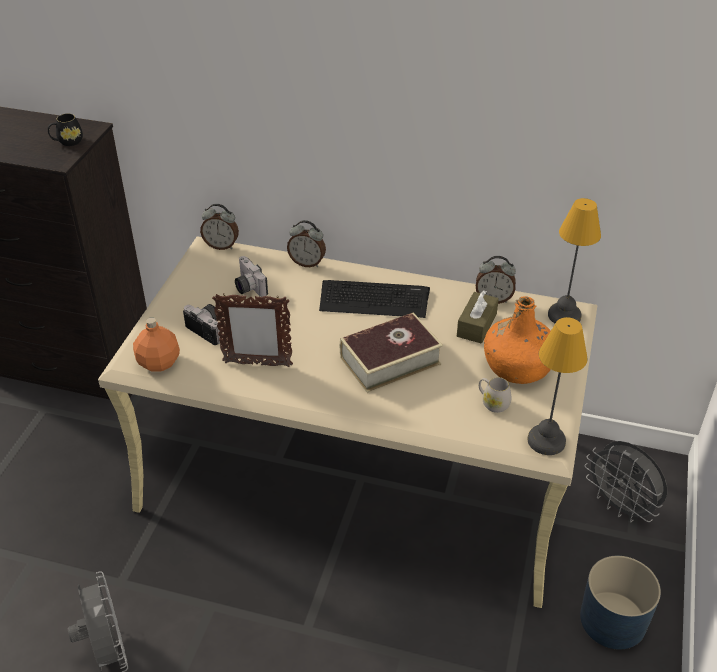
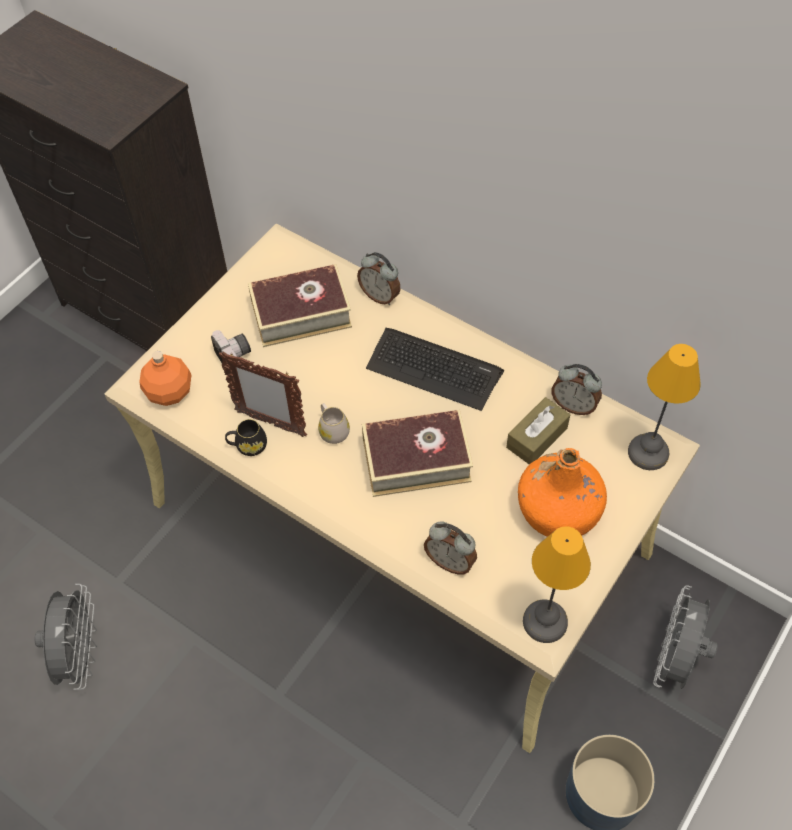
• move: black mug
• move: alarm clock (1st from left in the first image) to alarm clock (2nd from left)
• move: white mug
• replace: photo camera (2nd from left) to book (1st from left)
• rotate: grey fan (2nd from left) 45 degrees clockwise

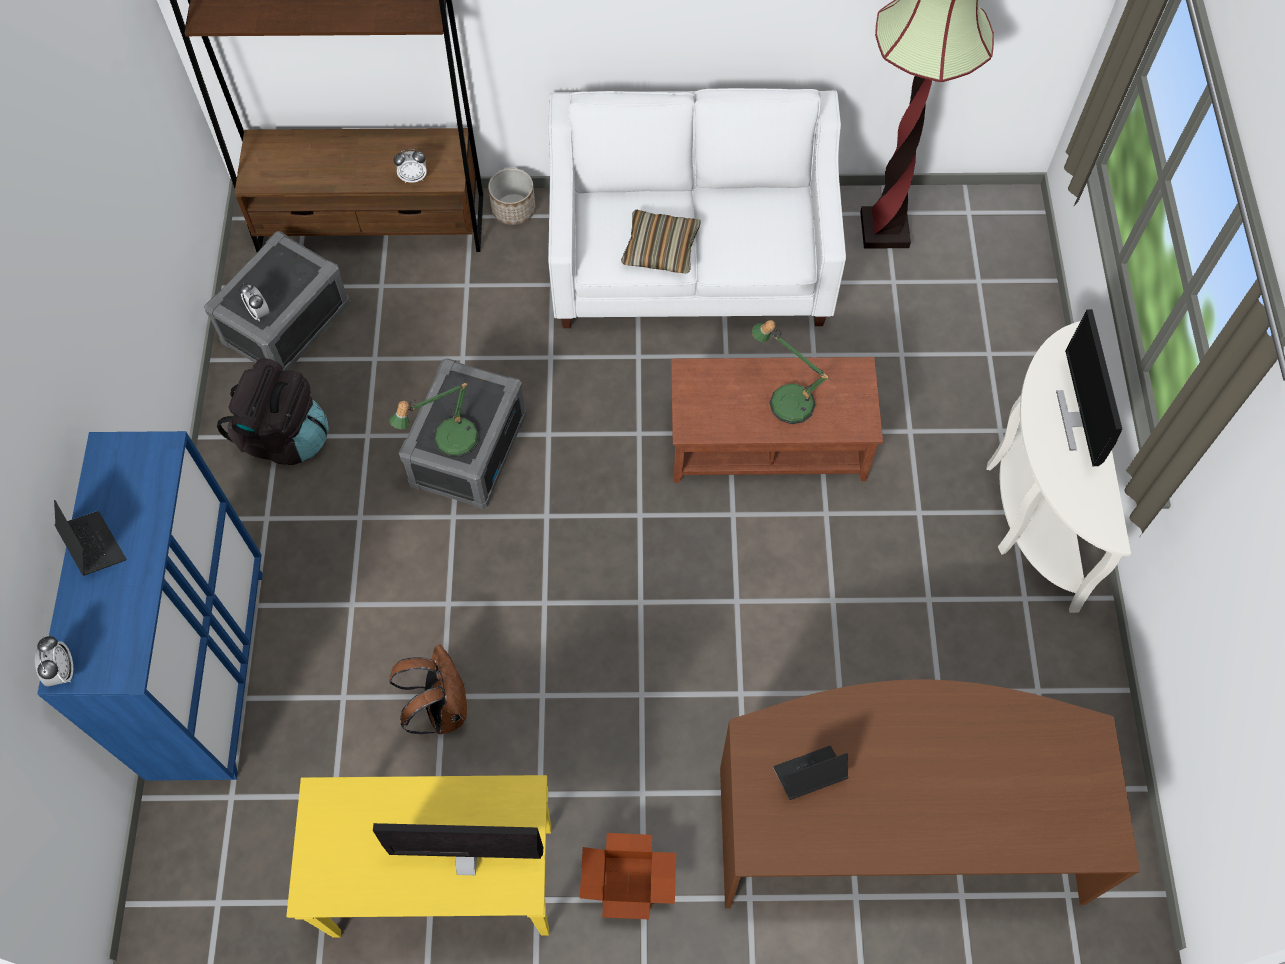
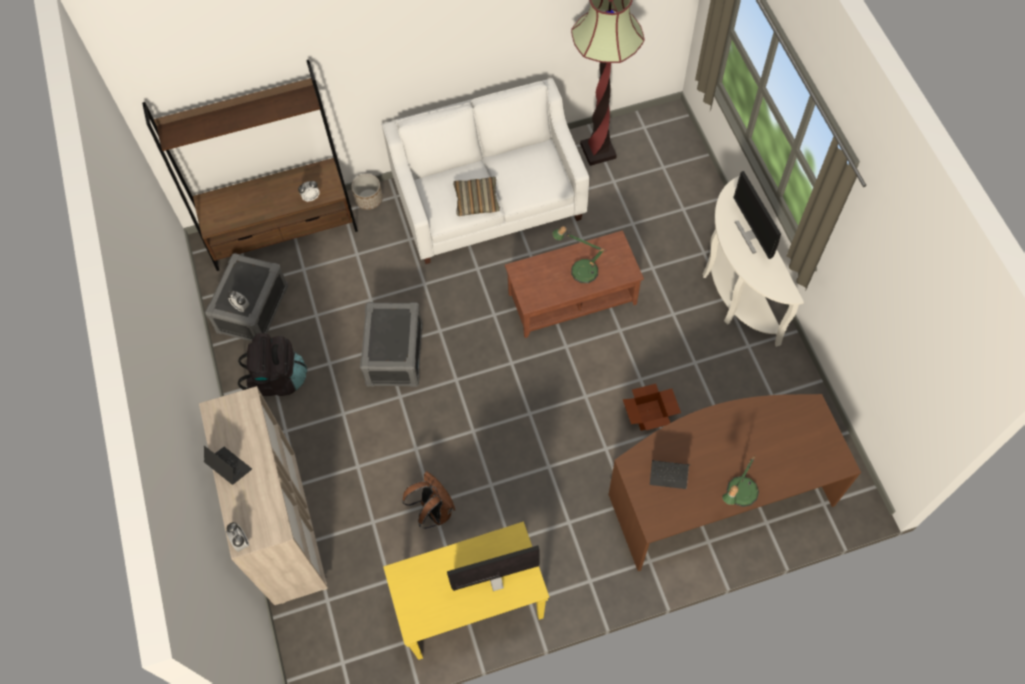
• move: table lamp (1st from left in the first image) to table lamp (2nd from left)
• move: cardboard box
• recolor: blue cabinet to beige cabinet
• rotate: laptop (2nd from left) 135 degrees counterclockwise

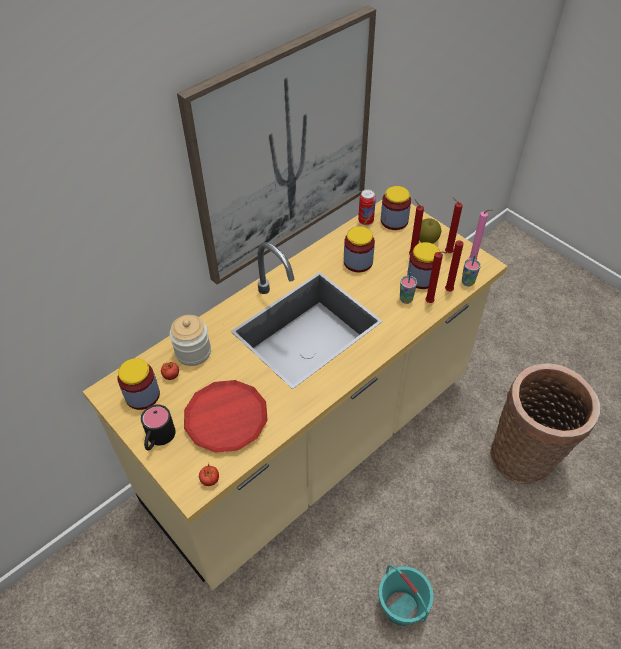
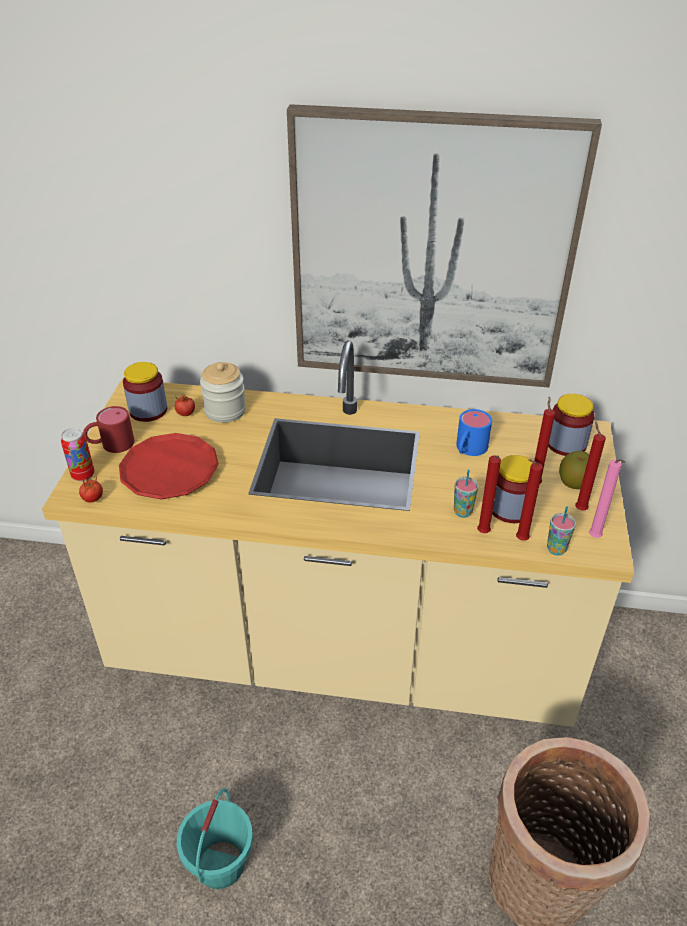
• move: can
• replace: jar (3rd from left) to blue mug
• recolor: black mug to red mug

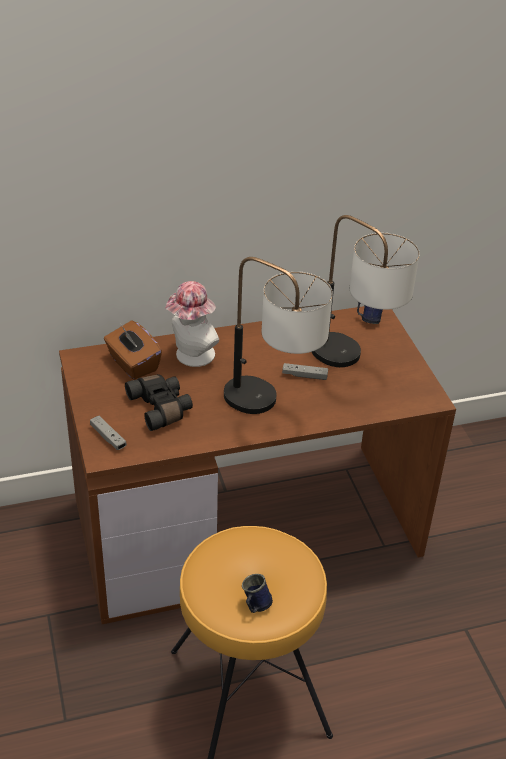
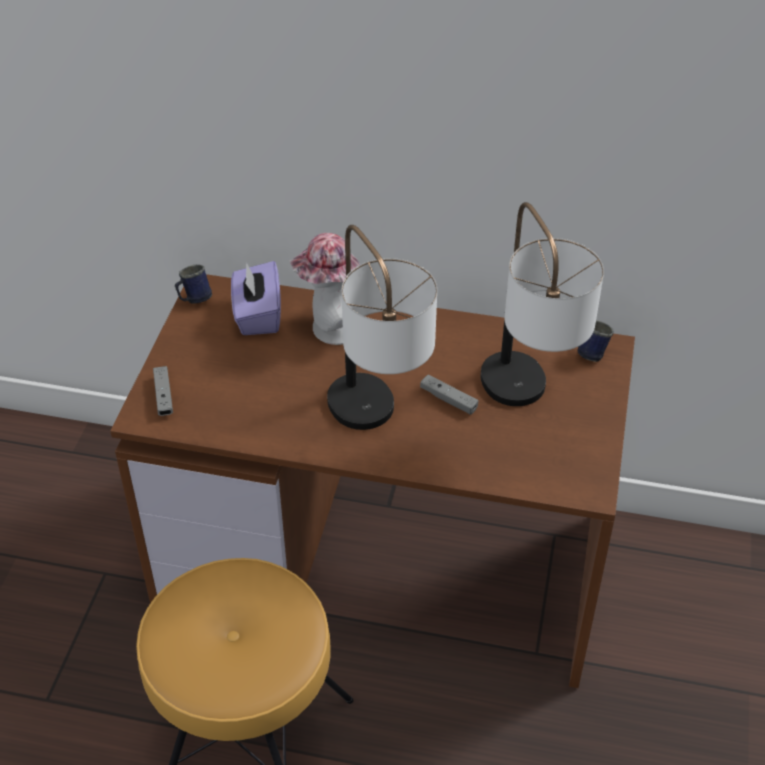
• delete: black binoculars
• move: blue mug (1st from left)
• recolor: brown tissue box to purple tissue box

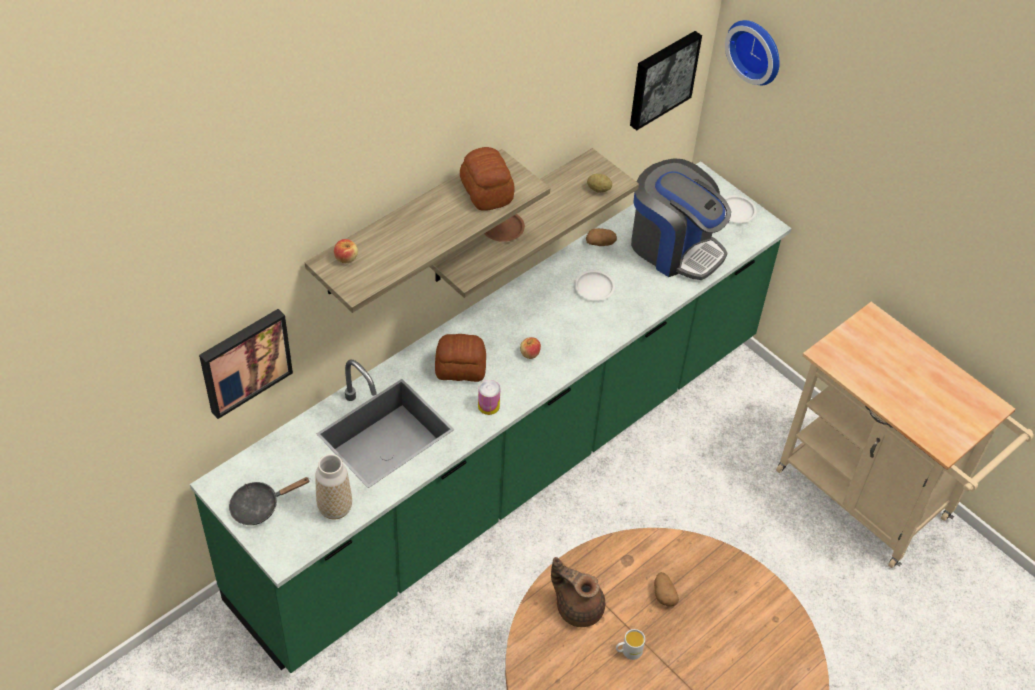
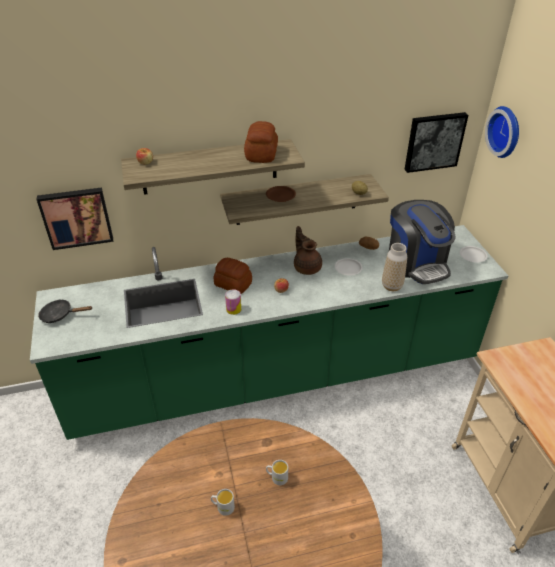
• move: vase
• move: brown teapot
• replace: potato (3rd from left) to white mug (2nd from left)

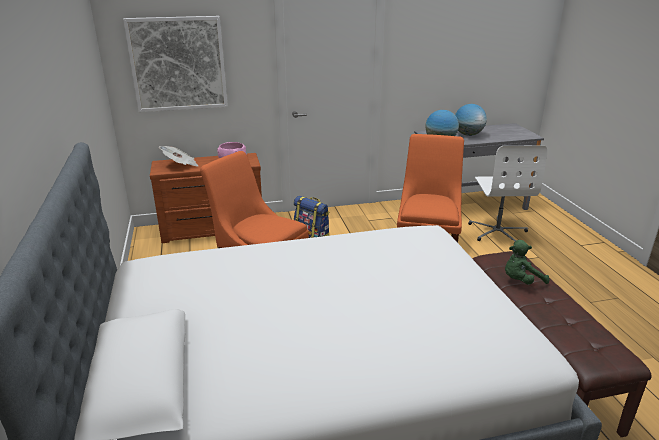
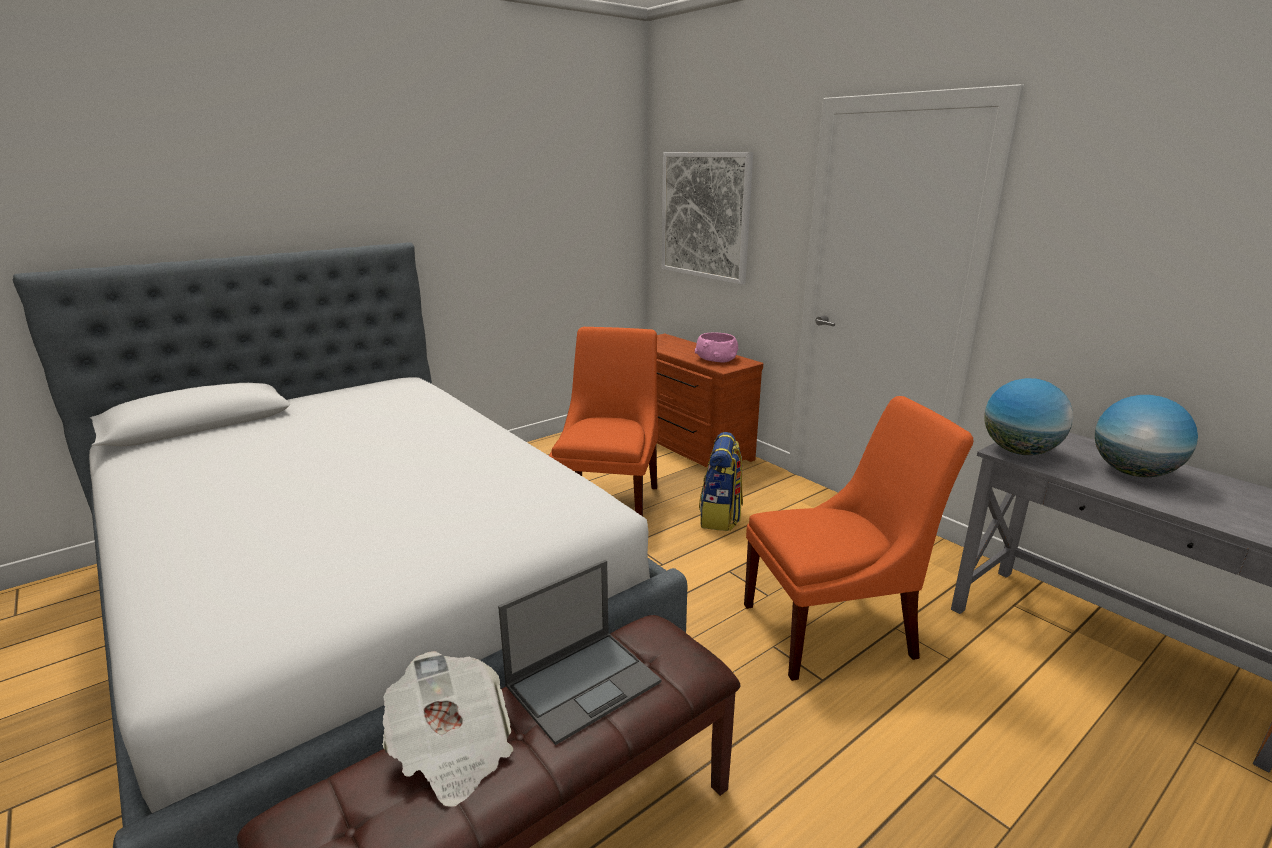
• delete: white office chair
• move: newspaper
• replace: green plush toy to laptop

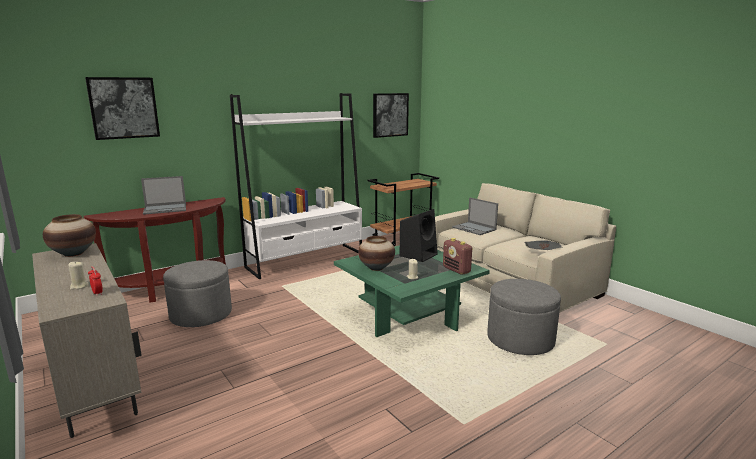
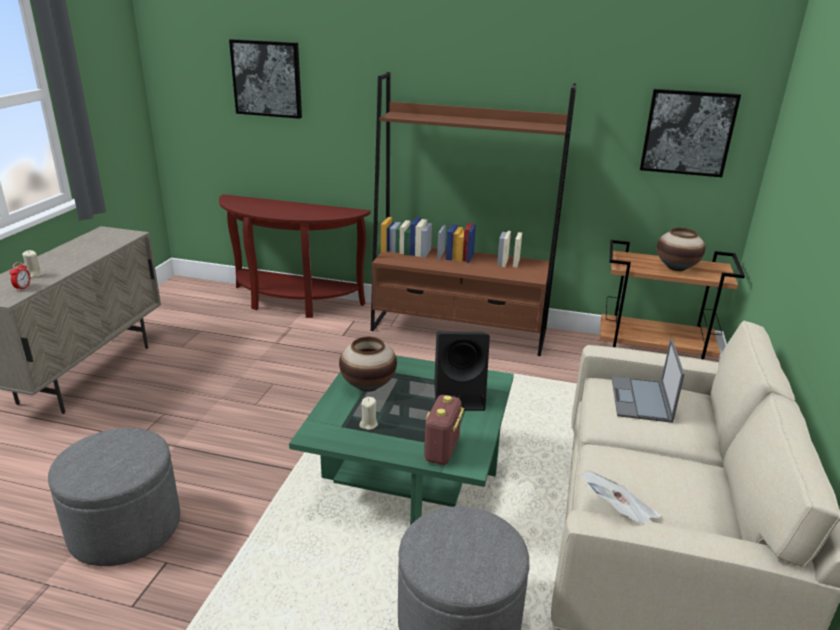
• delete: laptop (1st from left)
• move: vase (1st from left in the first image) to vase (2nd from left)
• move: grey ottoman (1st from left)
• recolor: white bookcase to brown bookcase

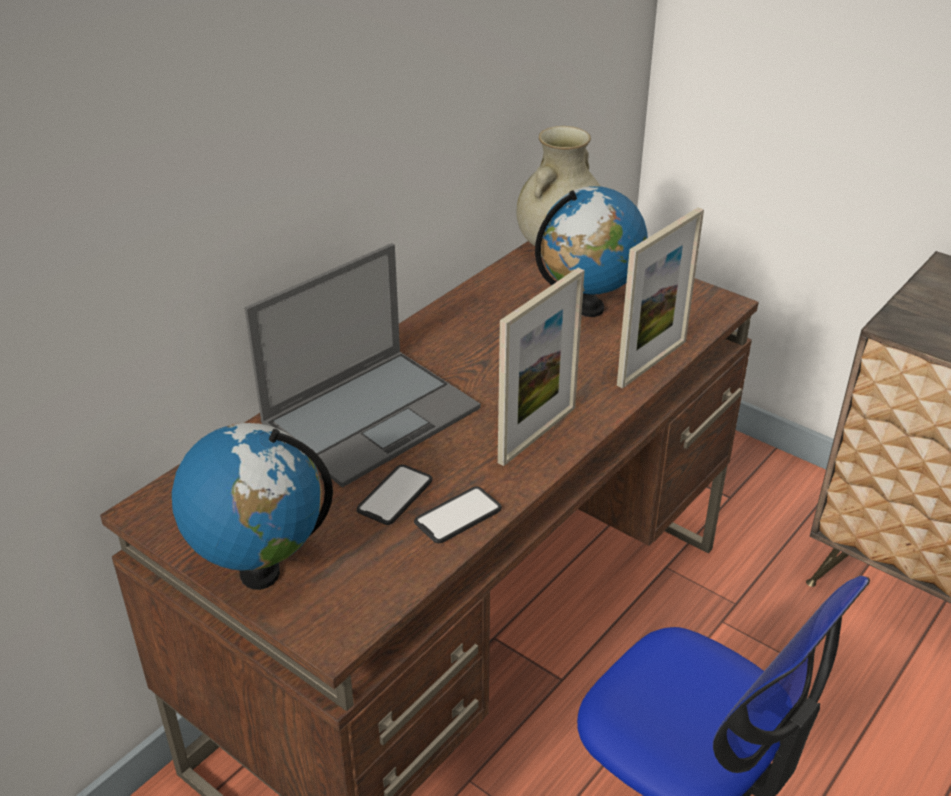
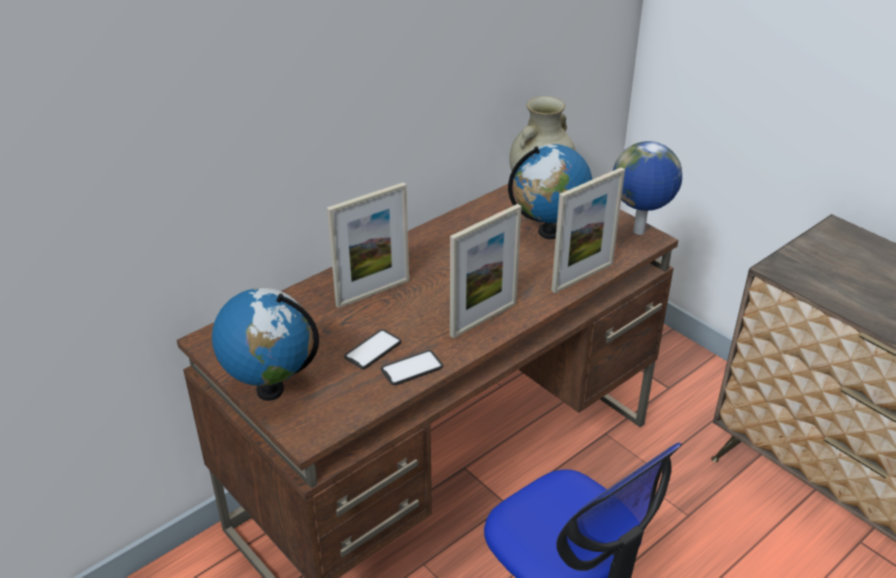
• insert: globe (3rd from left)
• replace: laptop to picture frame (1st from left)

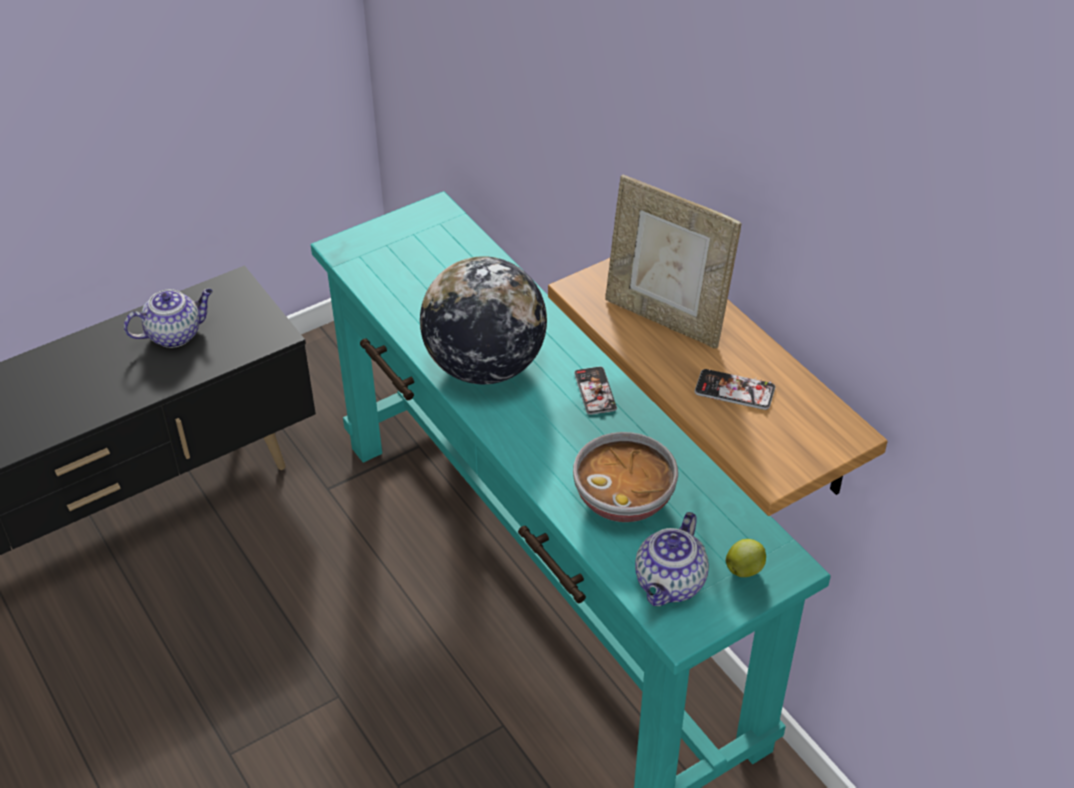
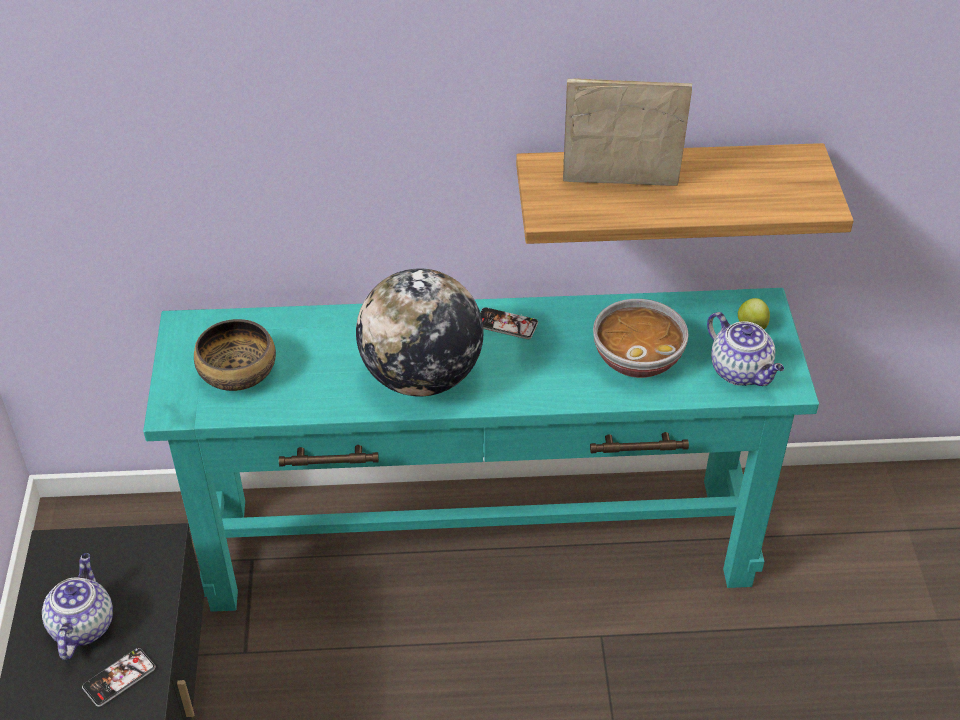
• insert: bowl (1st from left)
• move: phone (2nd from left in the first image) to phone (1st from left)
• rotate: picture frame 150 degrees counterclockwise

